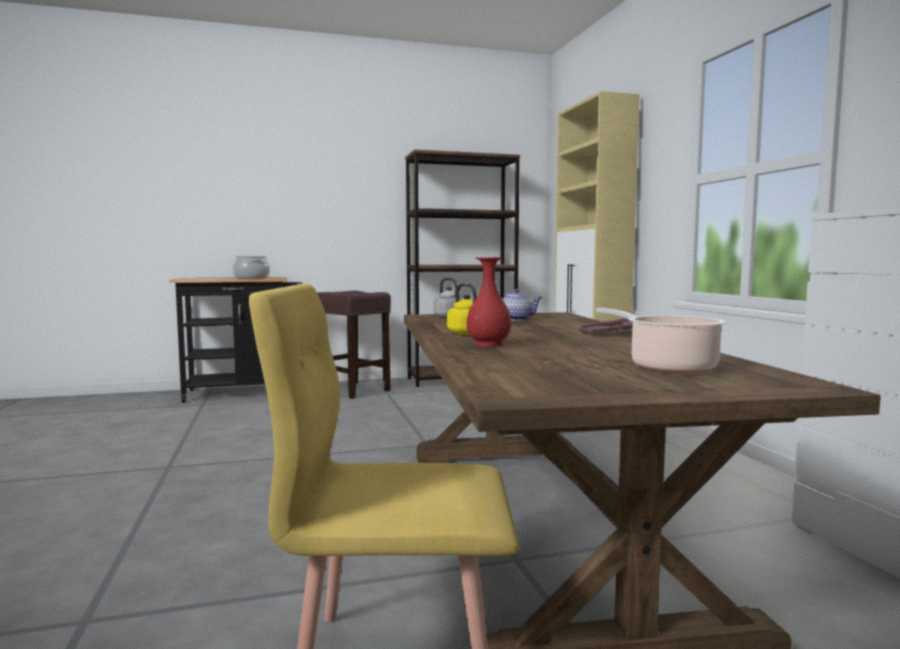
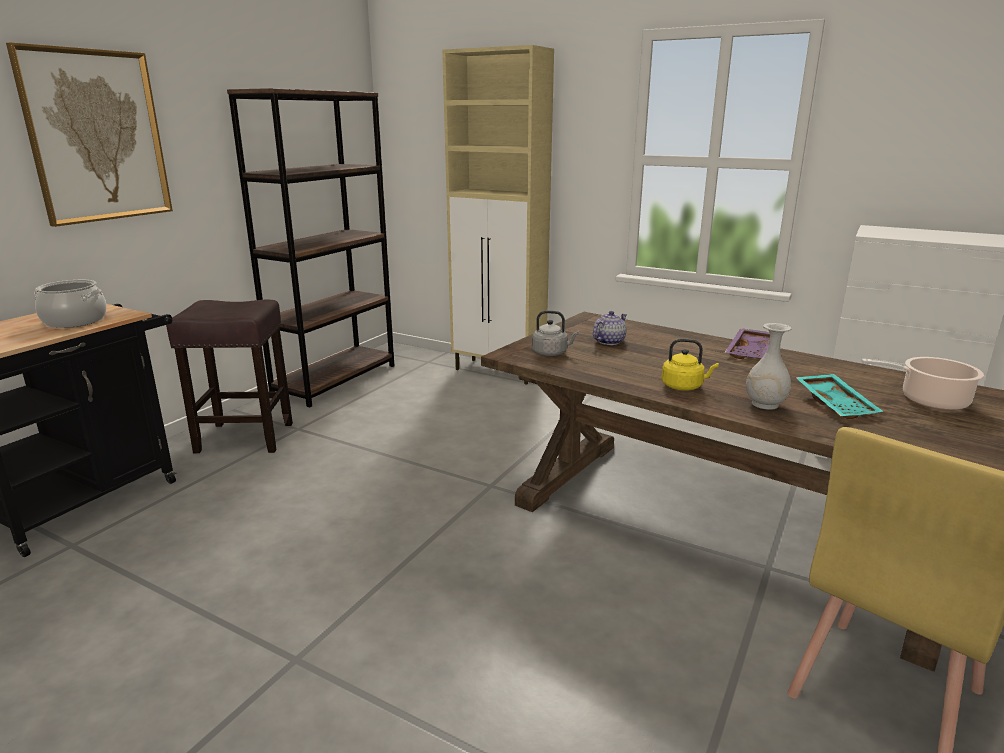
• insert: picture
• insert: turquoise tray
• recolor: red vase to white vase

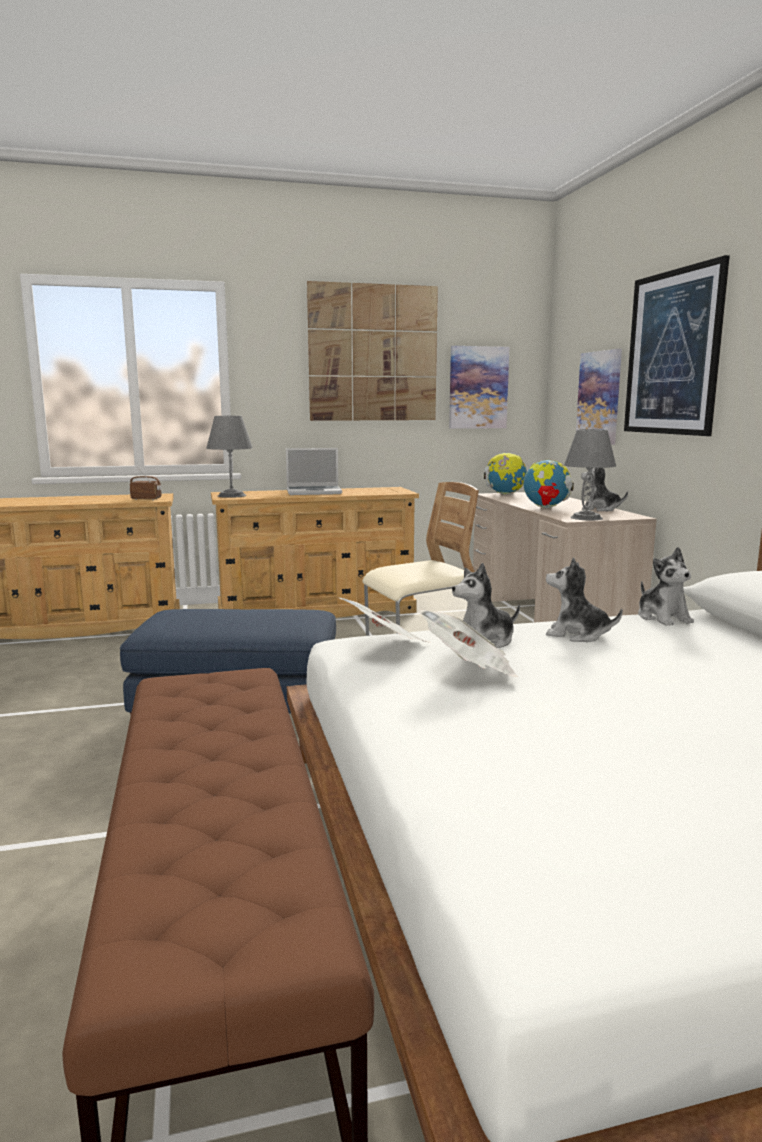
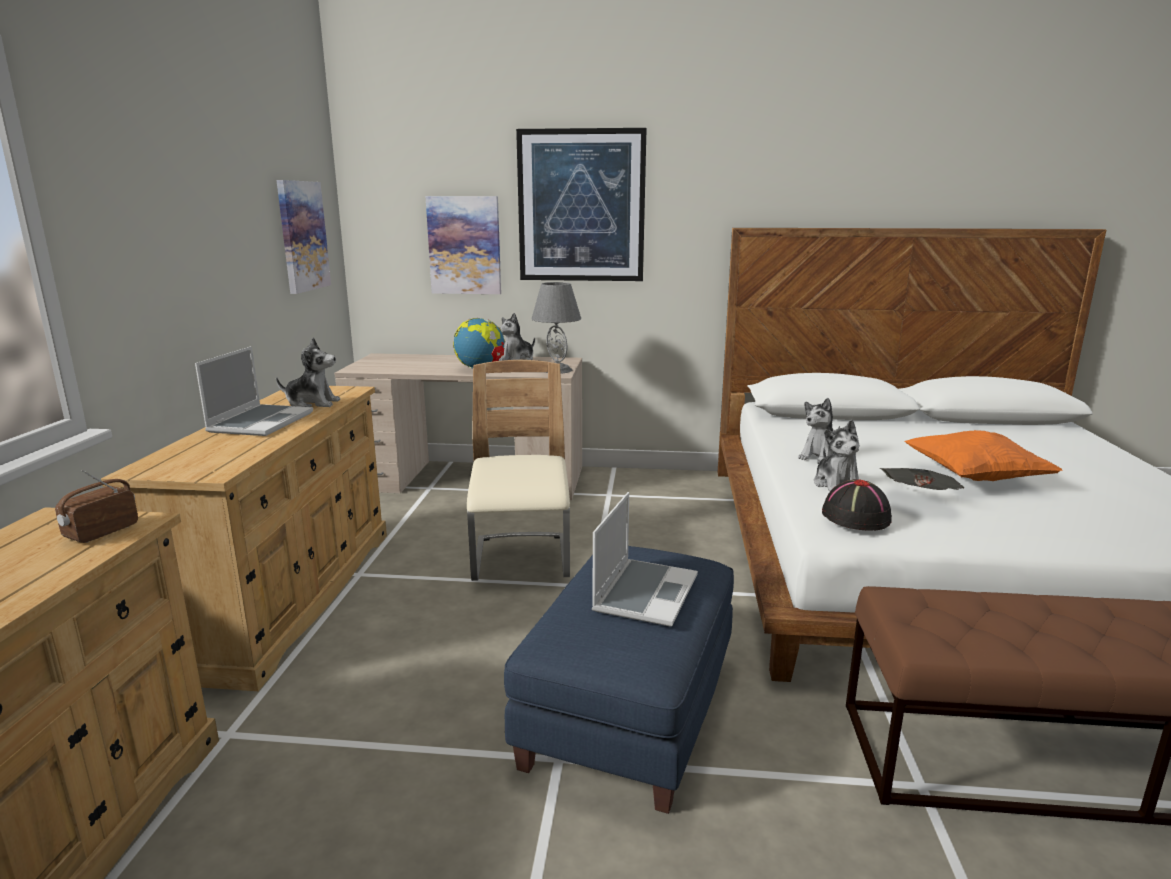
• delete: grey table lamp (1st from left)
• delete: picture (1st from left)
• delete: globe (1st from left)
• insert: laptop (2nd from left)
• insert: orange pillow
• move: plush toy (4th from left in the first image) to plush toy (1st from left)
• replace: newspaper (1st from left) to black hat

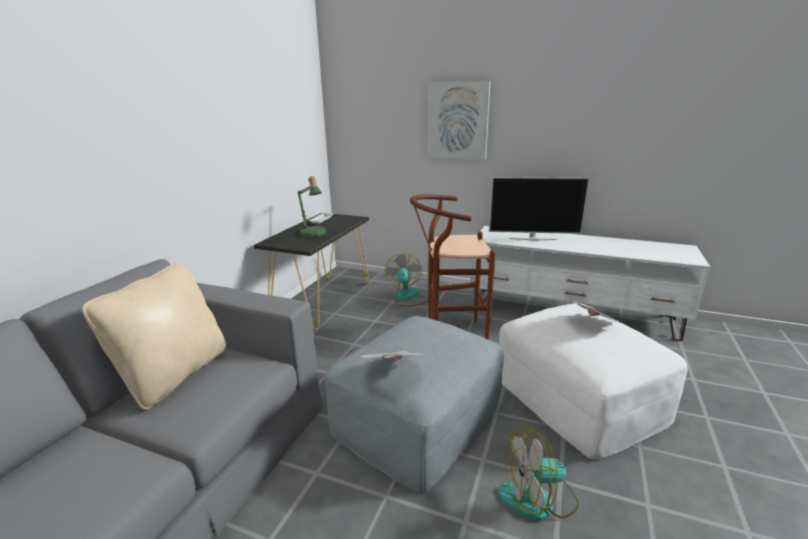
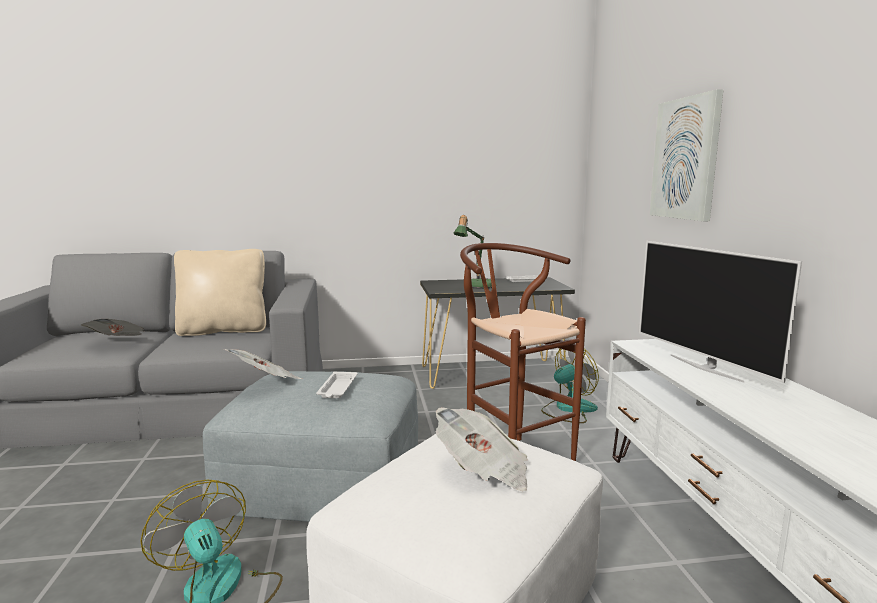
• insert: newspaper (1st from left)
• insert: white tray (1st from left)

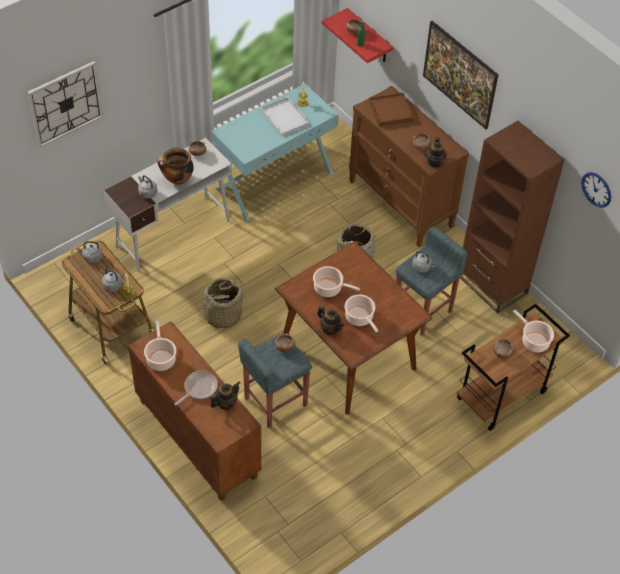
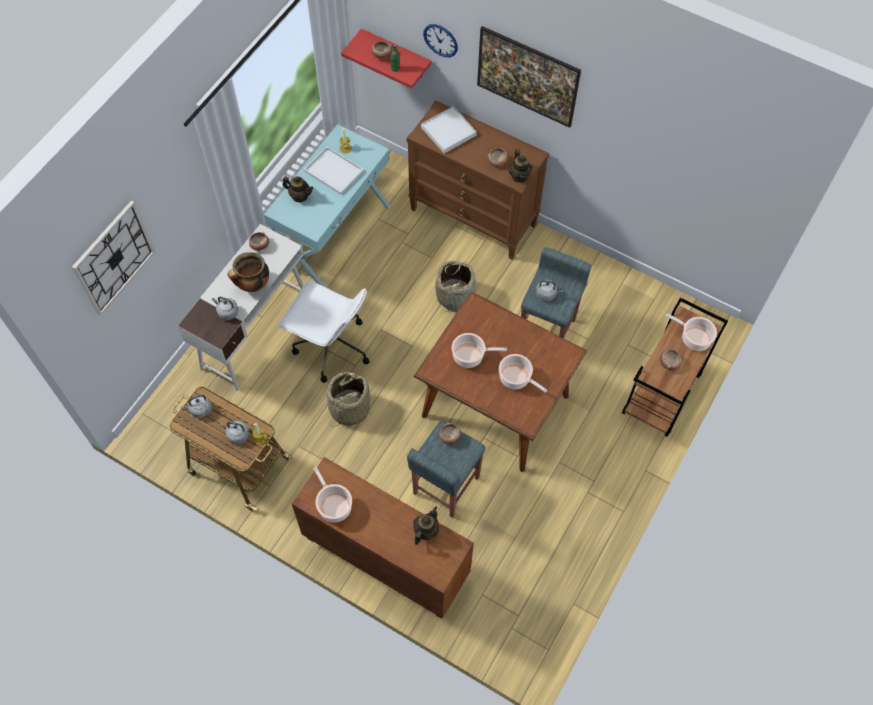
• delete: frying pan
• delete: brown bookcase
• insert: white office chair
• move: teapot (2nd from left in the first image) to teapot (1st from left)
• move: wall clock (2nd from left)
• recolor: brown tray to white tray (2nd from left)

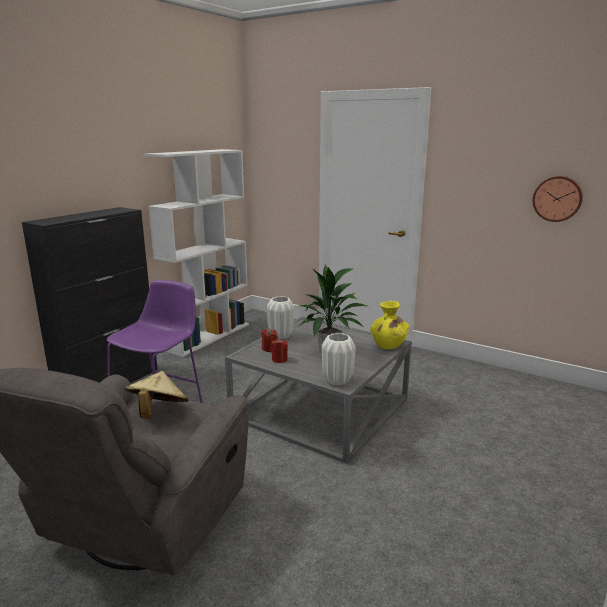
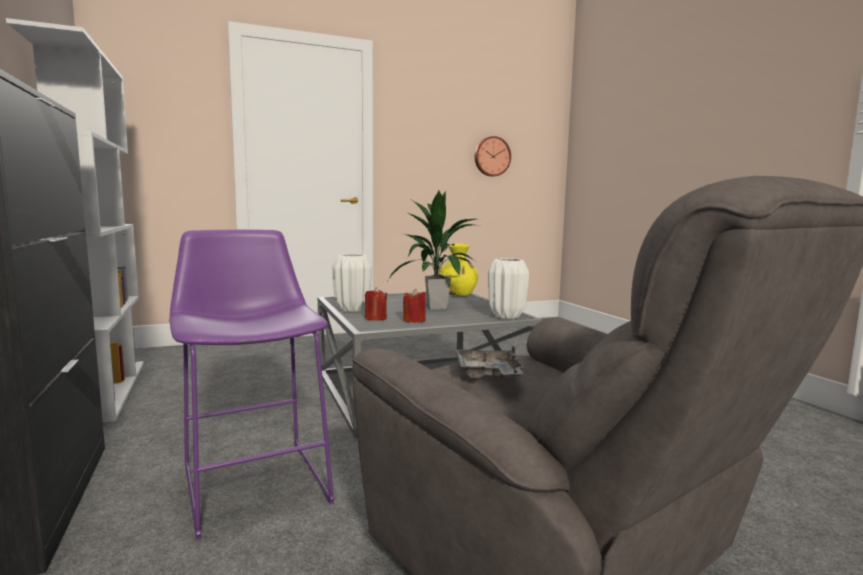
• replace: beige hat to grey tray

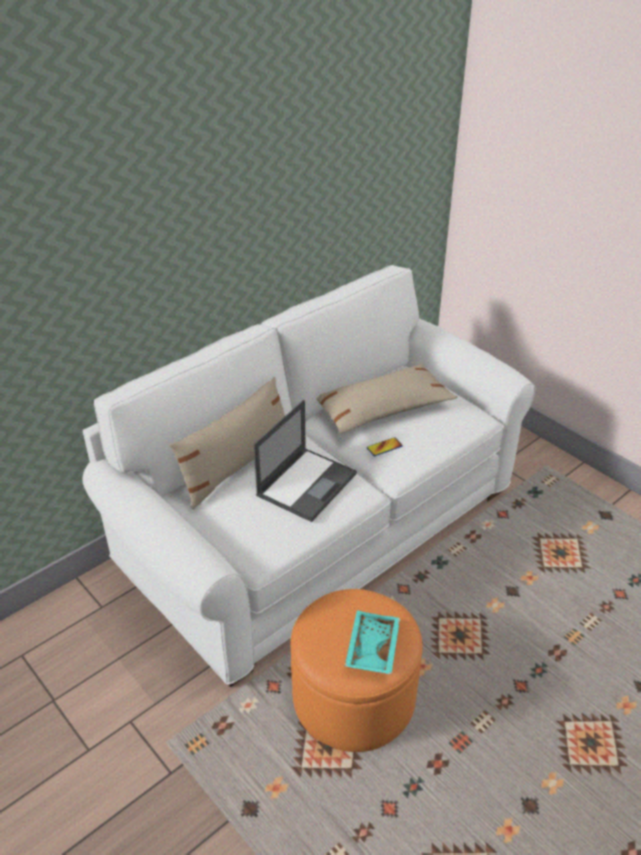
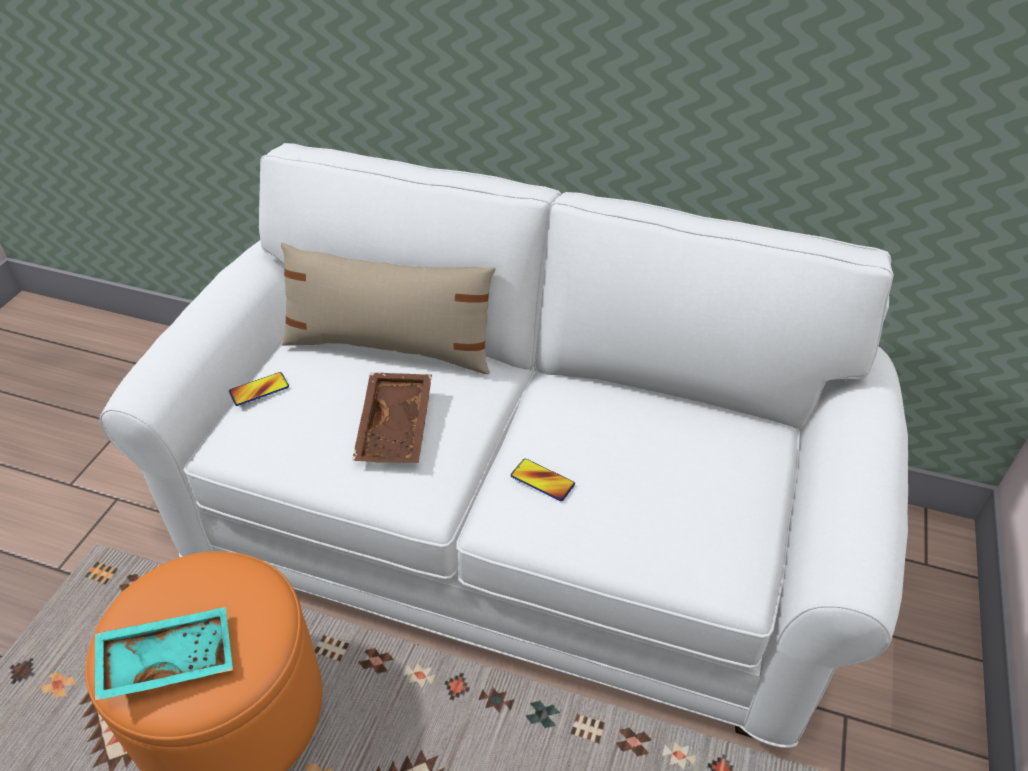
• delete: beige pillow (2nd from left)
• insert: phone (1st from left)
• replace: laptop to brown tray

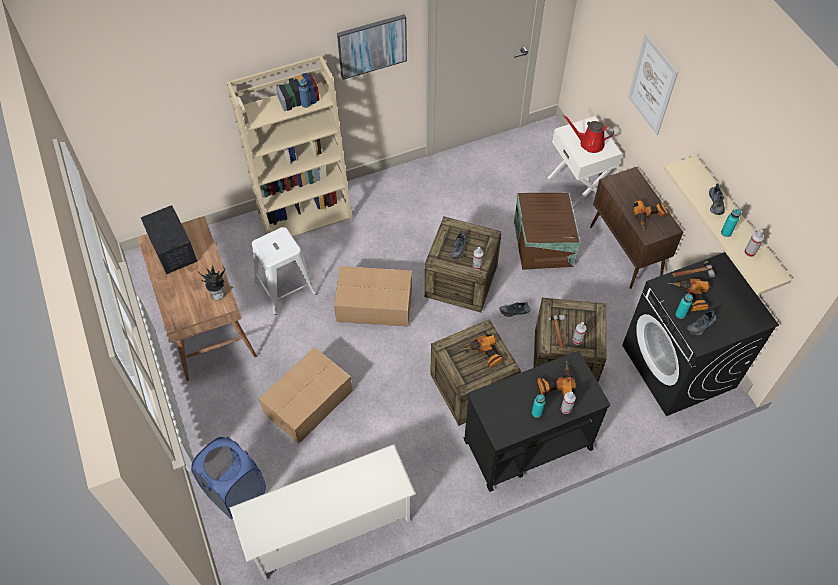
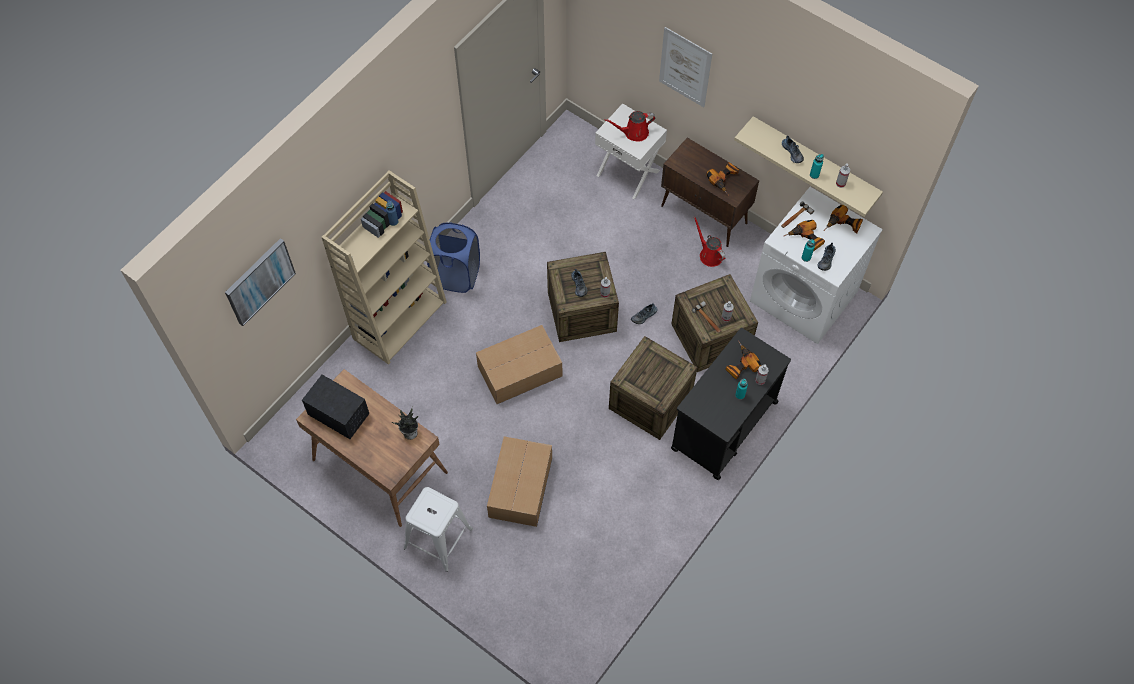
• delete: white shoe rack
• delete: brown storage box
• insert: red watering can (2nd from left)
• move: blue laundry basket
• move: white stool
• move: picture (1st from left)
• move: power drill (1st from left in the first image) to power drill (4th from left)
• recolor: black washing machine to white washing machine

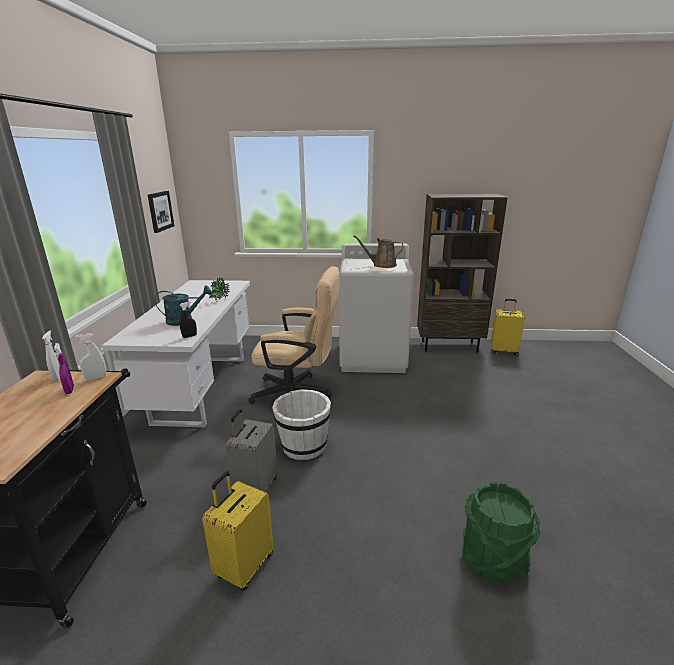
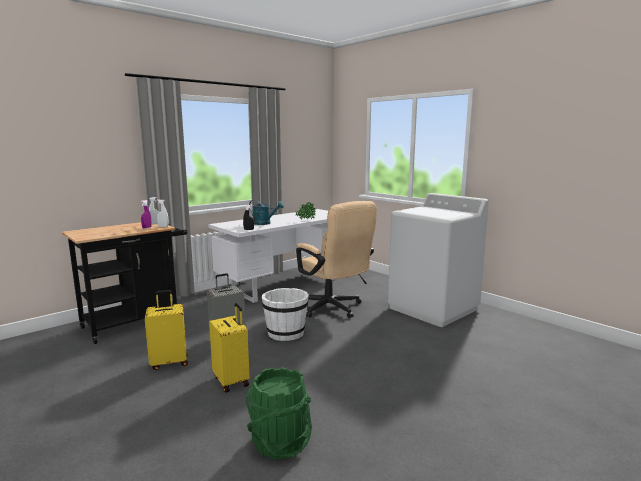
• delete: picture
• delete: brown watering can
• delete: brown bookcase
• move: yellow suitcase (2nd from left)

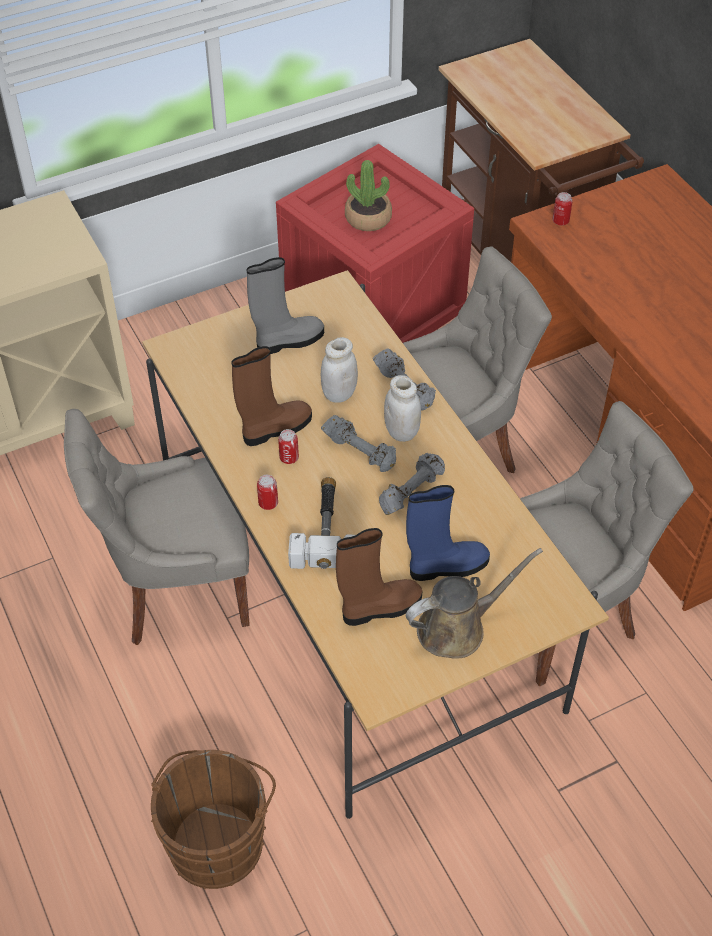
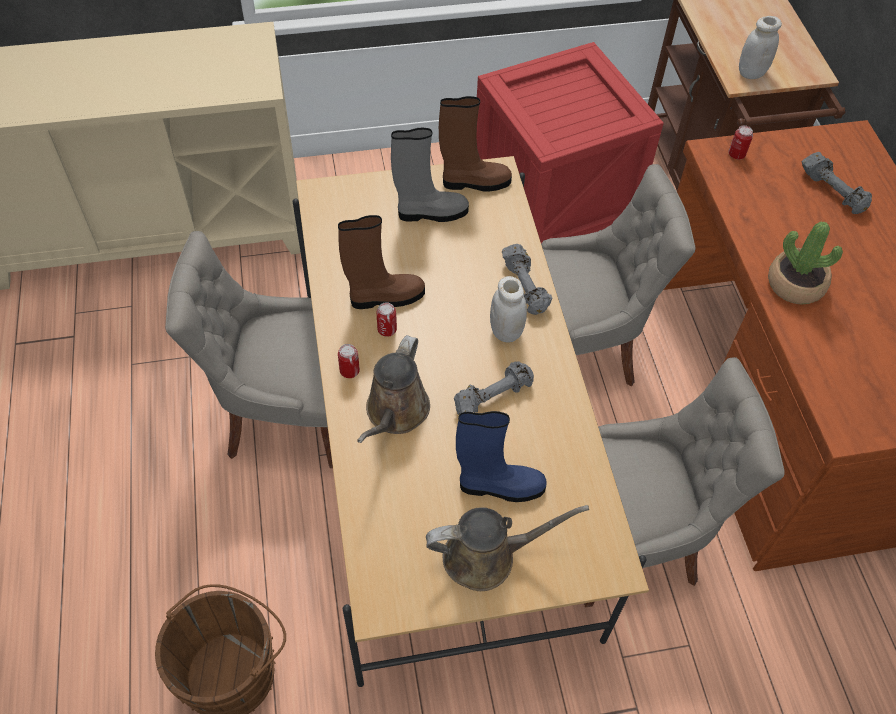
• move: white jar (1st from left in the first image) to white jar (2nd from left)
• move: grey dumbbell (1st from left in the first image) to grey dumbbell (3rd from left)
• move: brown boot (2nd from left)
• move: potted plant
• replace: hammer to brown watering can (1st from left)

